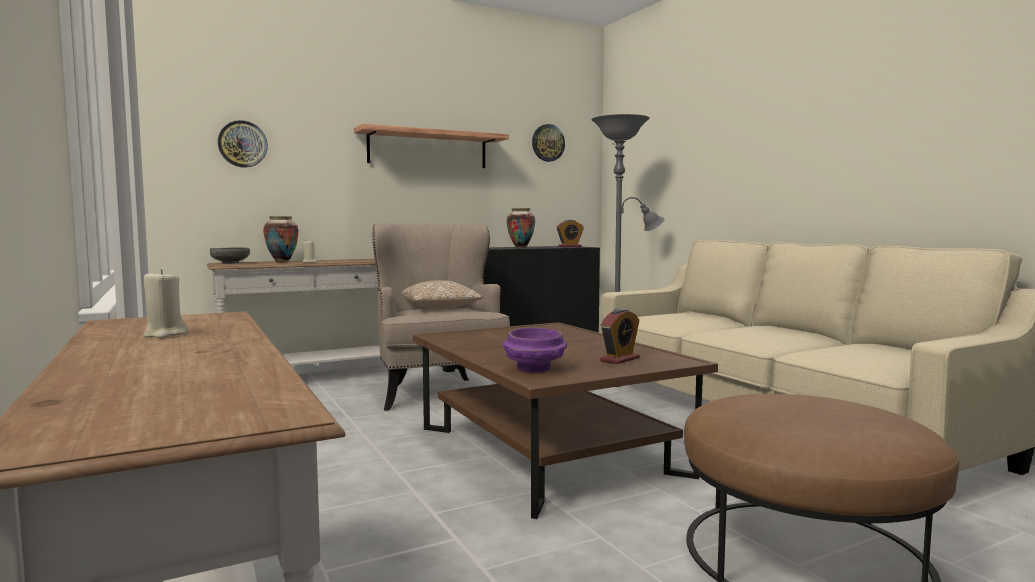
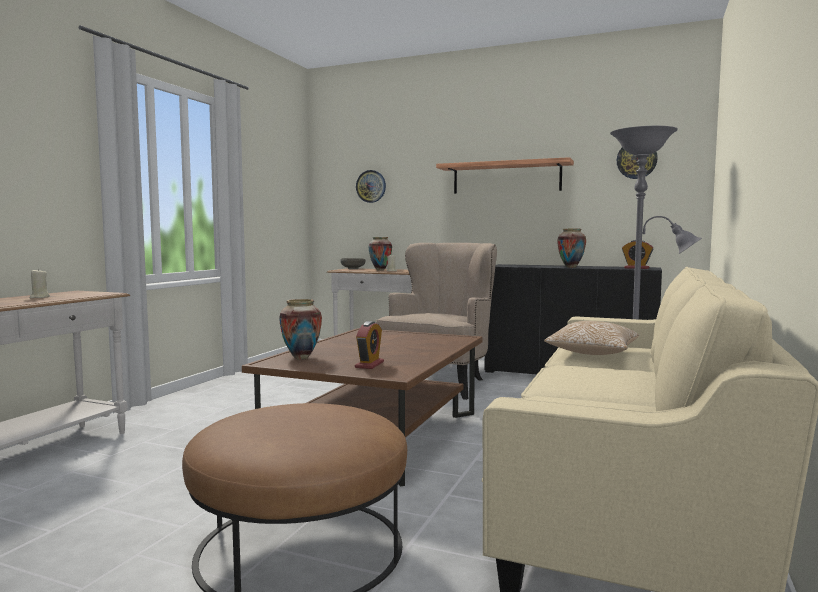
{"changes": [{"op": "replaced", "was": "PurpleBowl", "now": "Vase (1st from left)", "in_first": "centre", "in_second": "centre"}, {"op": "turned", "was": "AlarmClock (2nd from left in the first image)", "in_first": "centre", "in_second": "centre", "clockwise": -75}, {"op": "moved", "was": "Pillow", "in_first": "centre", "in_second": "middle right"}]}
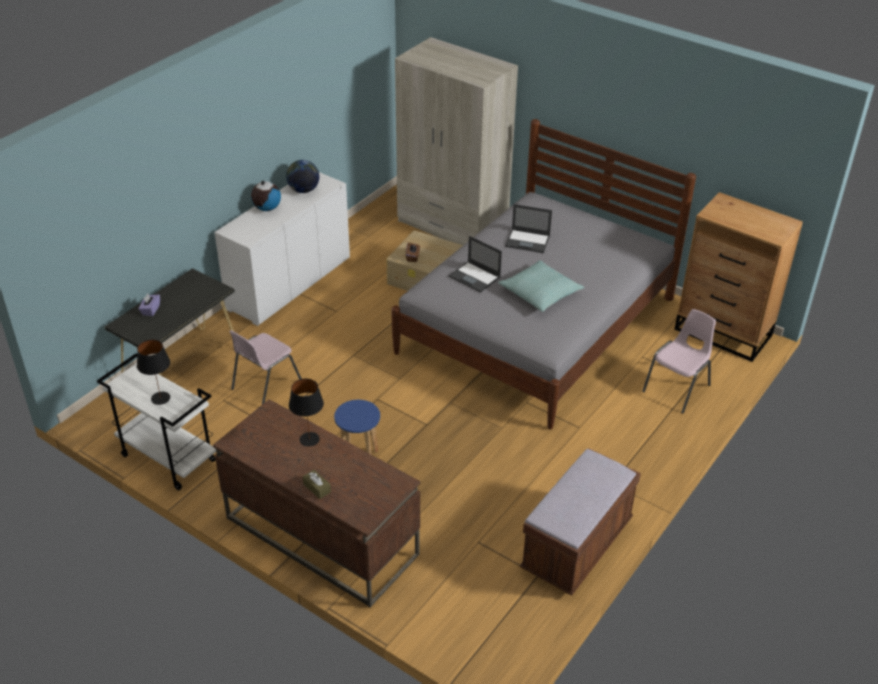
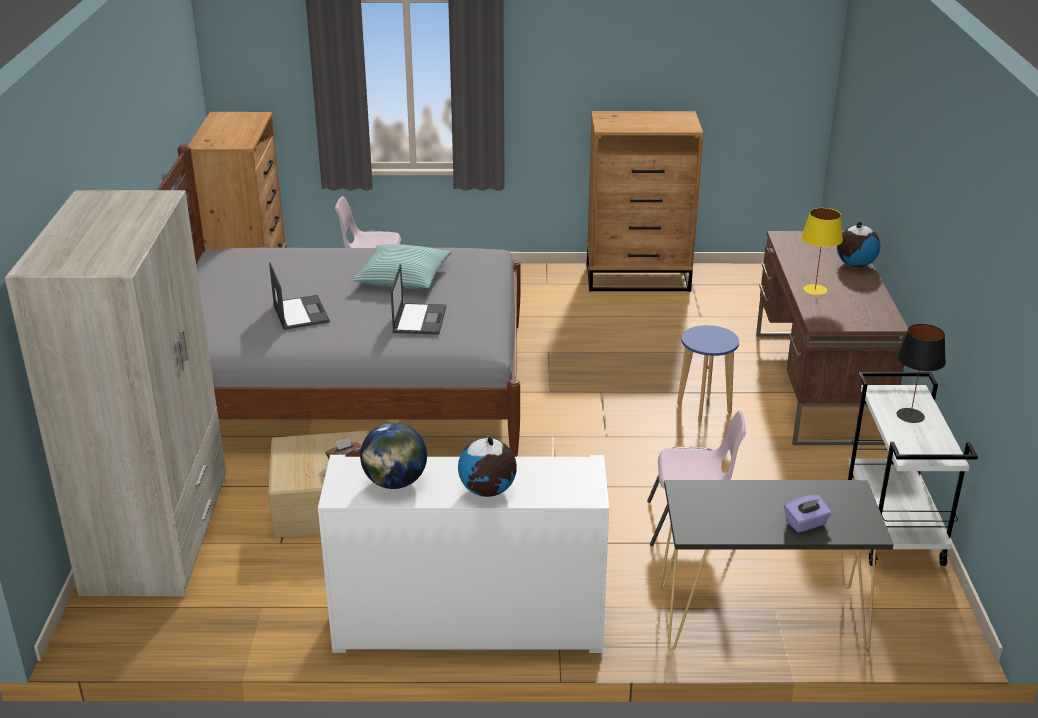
{"changes": [{"op": "replaced", "was": "BrownBench", "now": "BrownDresser (2nd from left)", "in_first": "bottom centre", "in_second": "top centre"}, {"op": "recoloured", "was": "BlackTableLamp (2nd from left)", "now": "YellowTableLamp", "in_first": "centre", "in_second": "middle right"}, {"op": "replaced", "was": "BrownTissueBox (1st from left)", "now": "Globe (3rd from left)", "in_first": "bottom centre", "in_second": "middle right"}]}
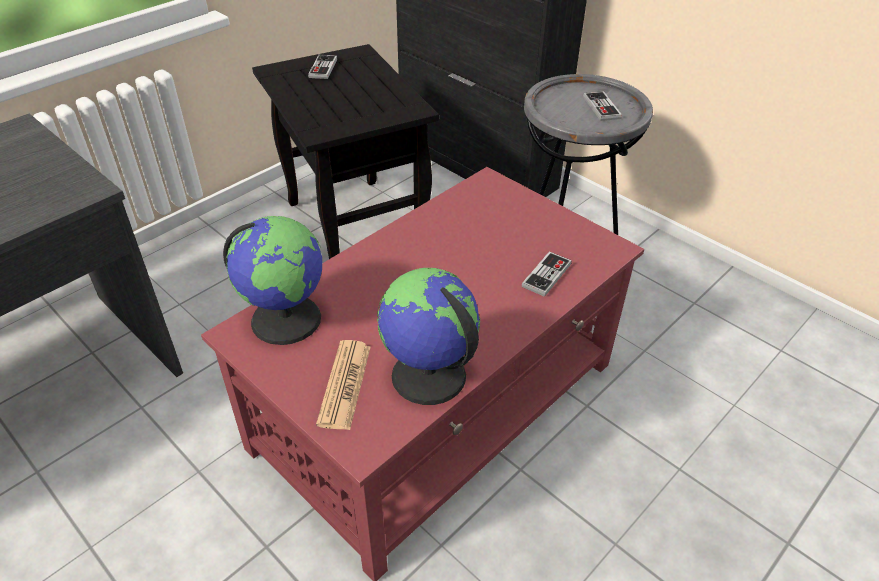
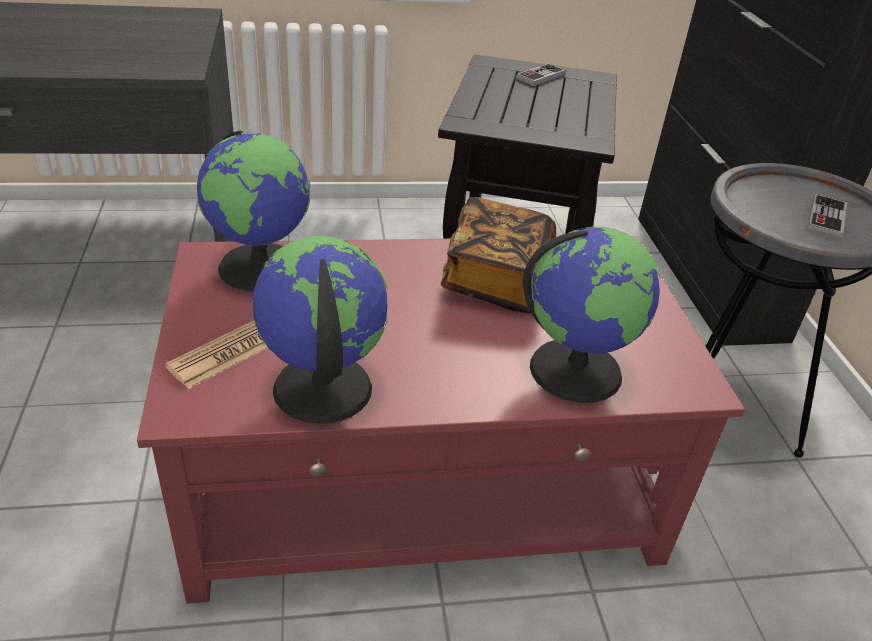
{"changes": [{"op": "added", "now": "Book", "in_second": "centre"}, {"op": "replaced", "was": "GameController (2nd from left)", "now": "Globe (3rd from left)", "in_first": "centre", "in_second": "middle right"}]}
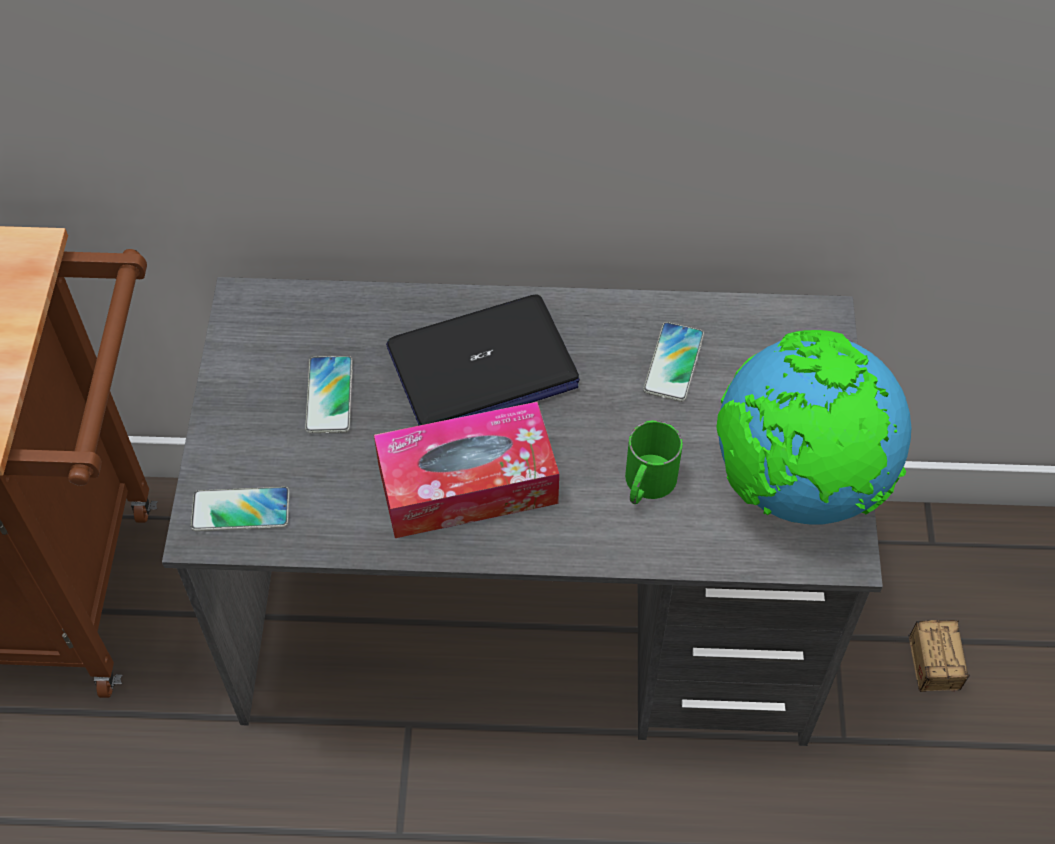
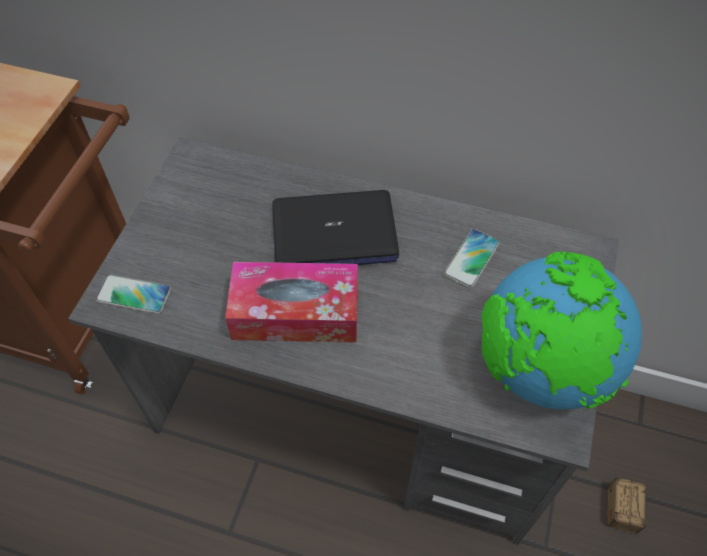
{"changes": [{"op": "removed", "was": "Phone (2nd from left)", "in_first": "middle left"}, {"op": "removed", "was": "GreenMug", "in_first": "centre"}]}
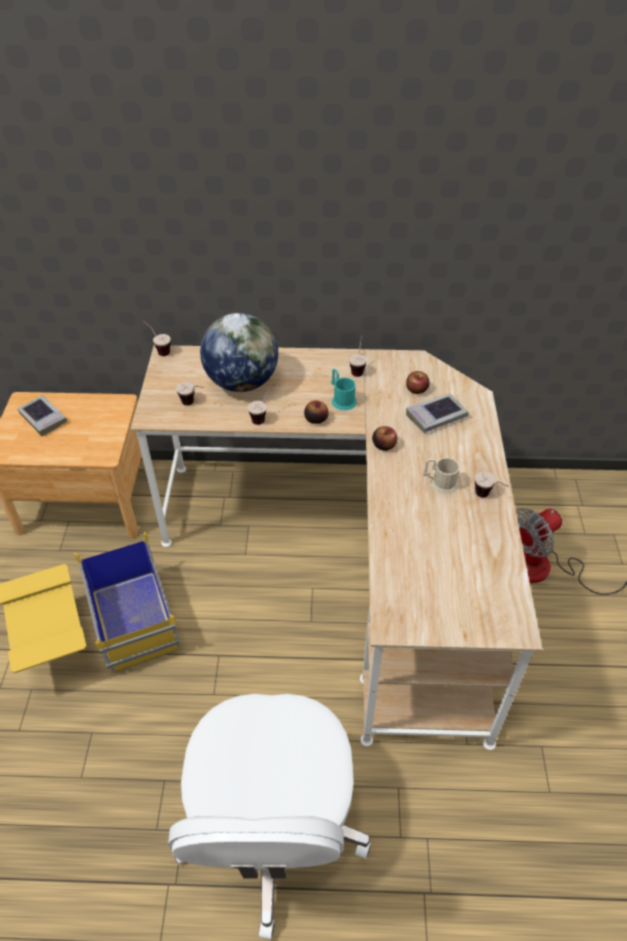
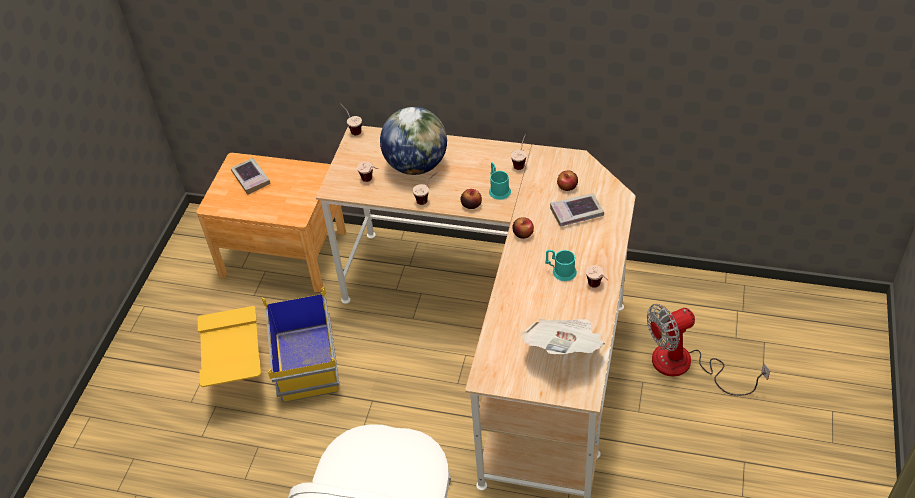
{"changes": [{"op": "added", "now": "Newspaper", "in_second": "bottom centre"}, {"op": "recoloured", "was": "BeigeMug", "now": "TurquoiseMug (2nd from left)", "in_first": "middle right", "in_second": "centre"}]}
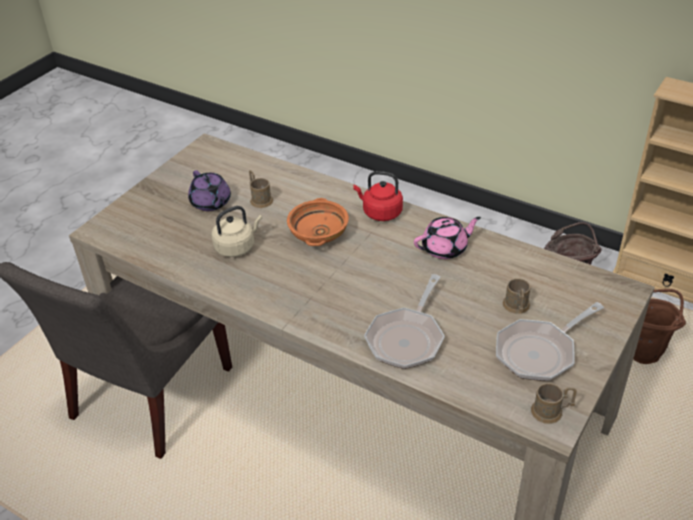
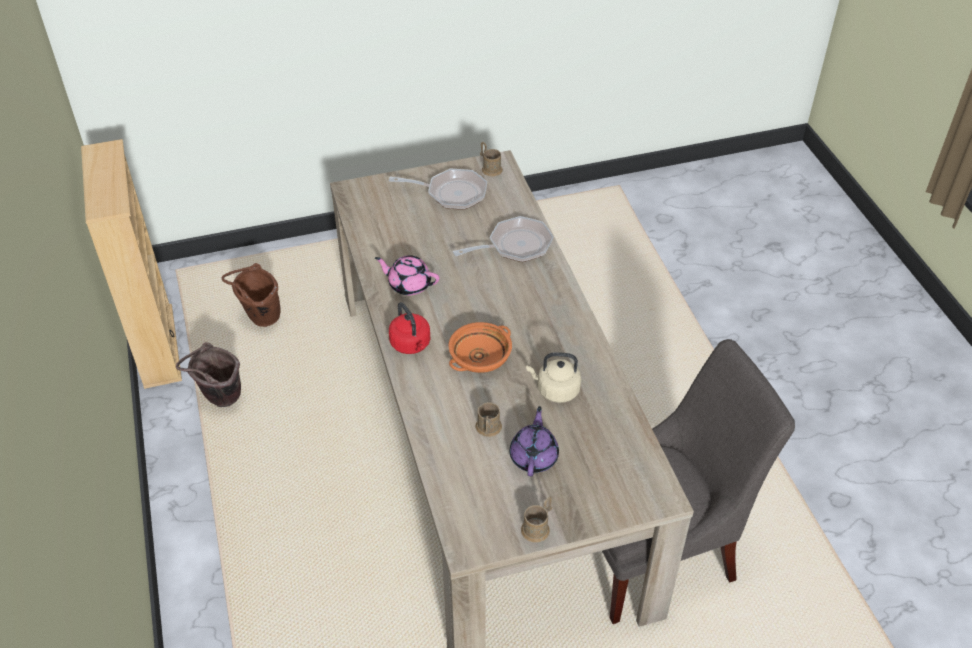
{"changes": [{"op": "moved", "was": "BrownMug (2nd from left in the first image)", "now": "BrownMug (3rd from left)", "in_first": "middle right", "in_second": "bottom centre"}]}
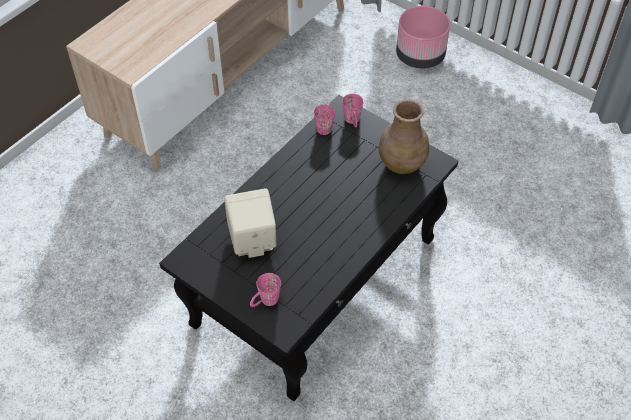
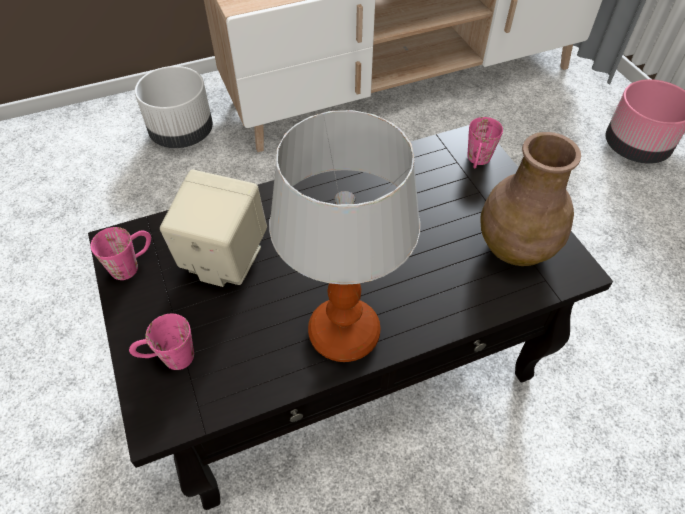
{"changes": [{"op": "moved", "was": "PinkMug (2nd from left in the first image)", "now": "PinkMug (1st from left)", "in_first": "top centre", "in_second": "middle left"}, {"op": "added", "now": "WhitePlanter", "in_second": "top left"}, {"op": "added", "now": "TableLamp", "in_second": "centre"}]}
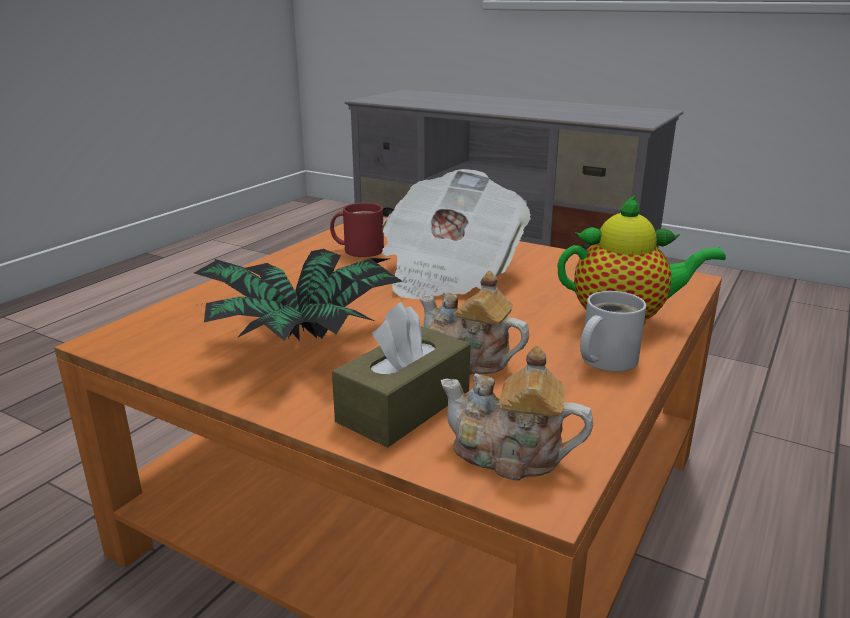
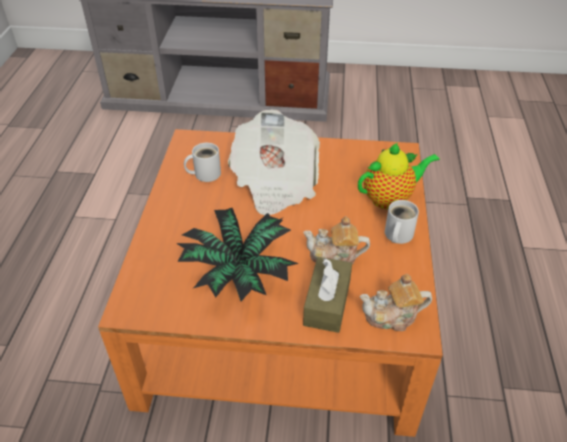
{"changes": [{"op": "recoloured", "was": "RedMug", "now": "WhiteMug (1st from left)", "in_first": "centre", "in_second": "centre"}]}
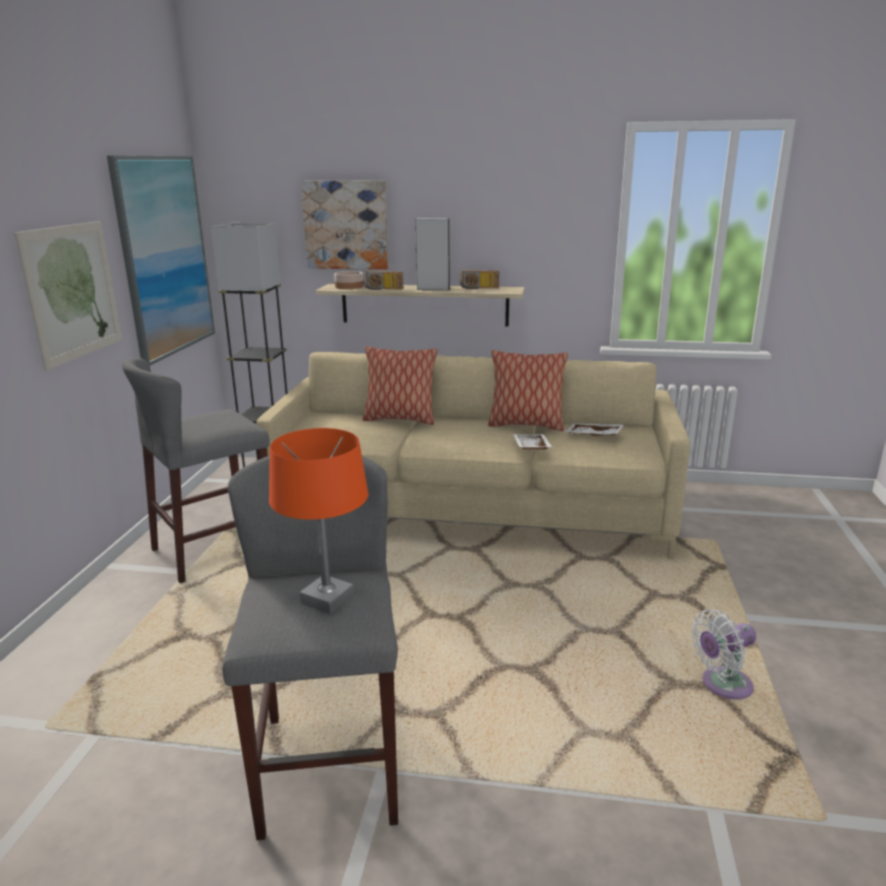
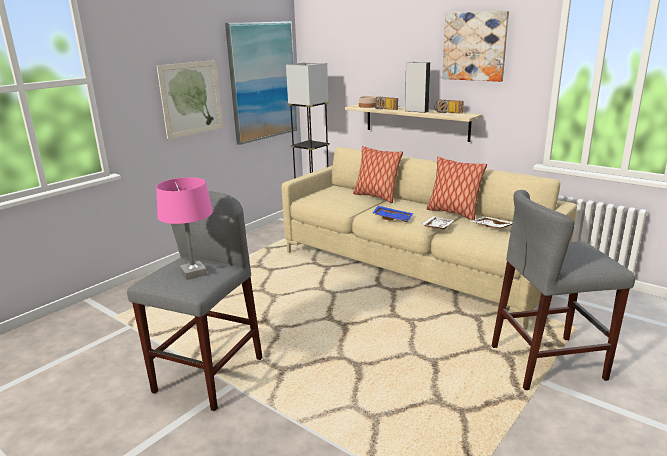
{"changes": [{"op": "recoloured", "was": "OrangeTableLamp", "now": "PinkTableLamp", "in_first": "centre", "in_second": "middle left"}, {"op": "added", "now": "BlueTray", "in_second": "centre"}, {"op": "moved", "was": "Picture (3rd from left)", "in_first": "top centre", "in_second": "top right"}, {"op": "moved", "was": "GreyStool (1st from left in the first image)", "now": "GreyStool (2nd from left)", "in_first": "middle left", "in_second": "middle right"}, {"op": "removed", "was": "WhiteFan", "in_first": "bottom right"}]}
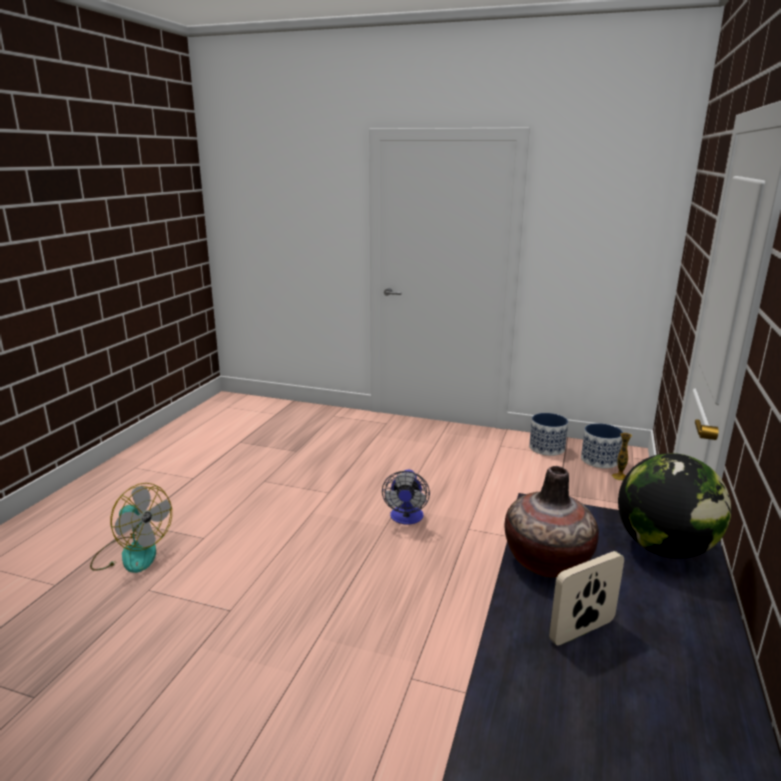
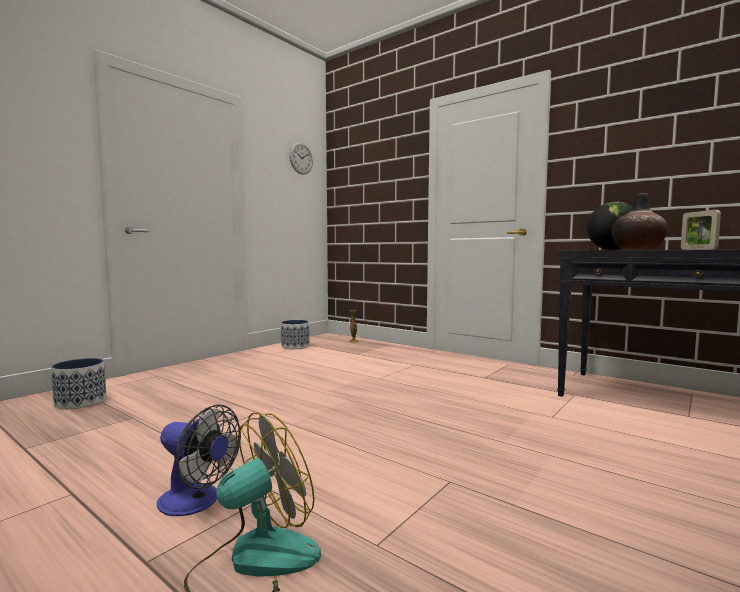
{"changes": [{"op": "moved", "was": "Planter (2nd from left in the first image)", "now": "Planter (1st from left)", "in_first": "middle right", "in_second": "middle left"}, {"op": "moved", "was": "Fan (2nd from left in the first image)", "now": "Fan (1st from left)", "in_first": "centre", "in_second": "bottom left"}, {"op": "added", "now": "WallClock", "in_second": "top centre"}]}
